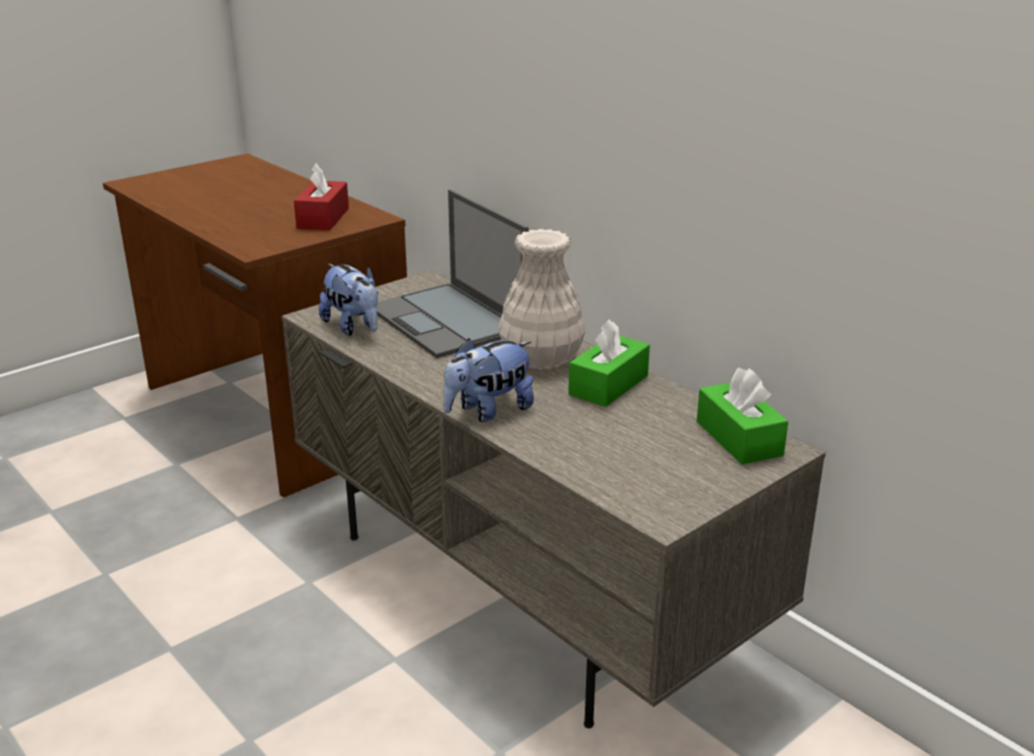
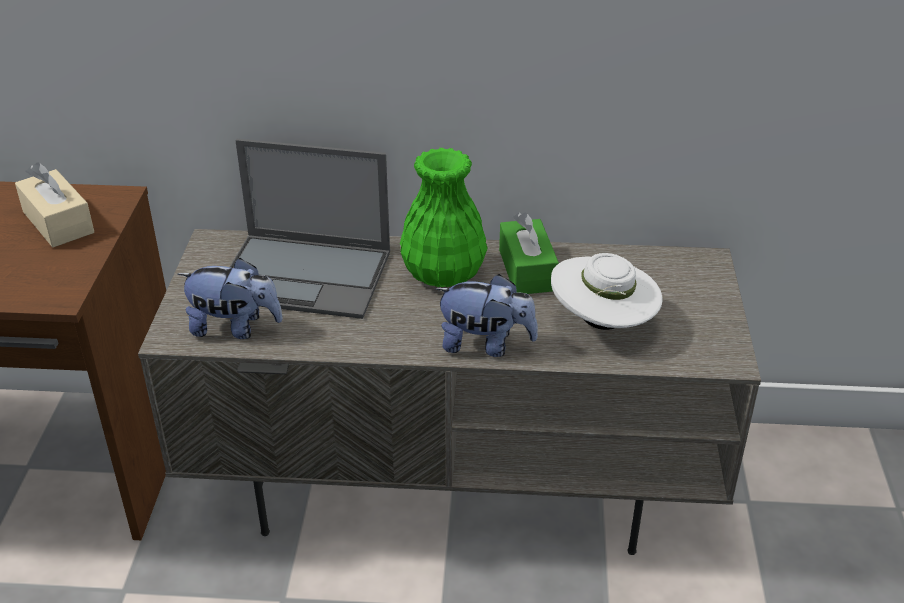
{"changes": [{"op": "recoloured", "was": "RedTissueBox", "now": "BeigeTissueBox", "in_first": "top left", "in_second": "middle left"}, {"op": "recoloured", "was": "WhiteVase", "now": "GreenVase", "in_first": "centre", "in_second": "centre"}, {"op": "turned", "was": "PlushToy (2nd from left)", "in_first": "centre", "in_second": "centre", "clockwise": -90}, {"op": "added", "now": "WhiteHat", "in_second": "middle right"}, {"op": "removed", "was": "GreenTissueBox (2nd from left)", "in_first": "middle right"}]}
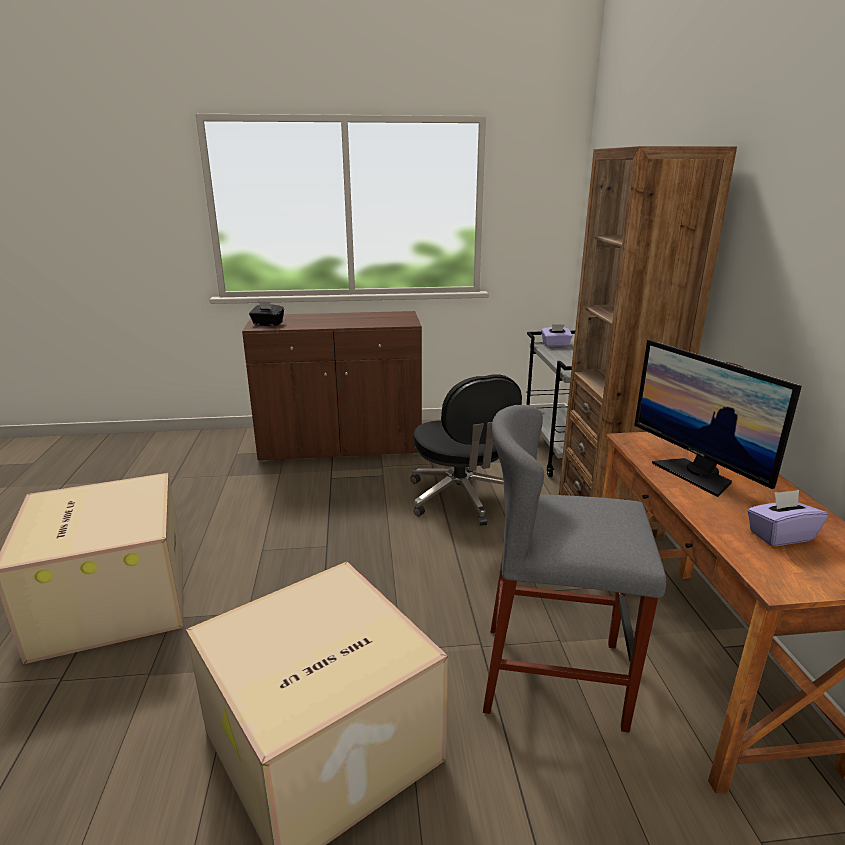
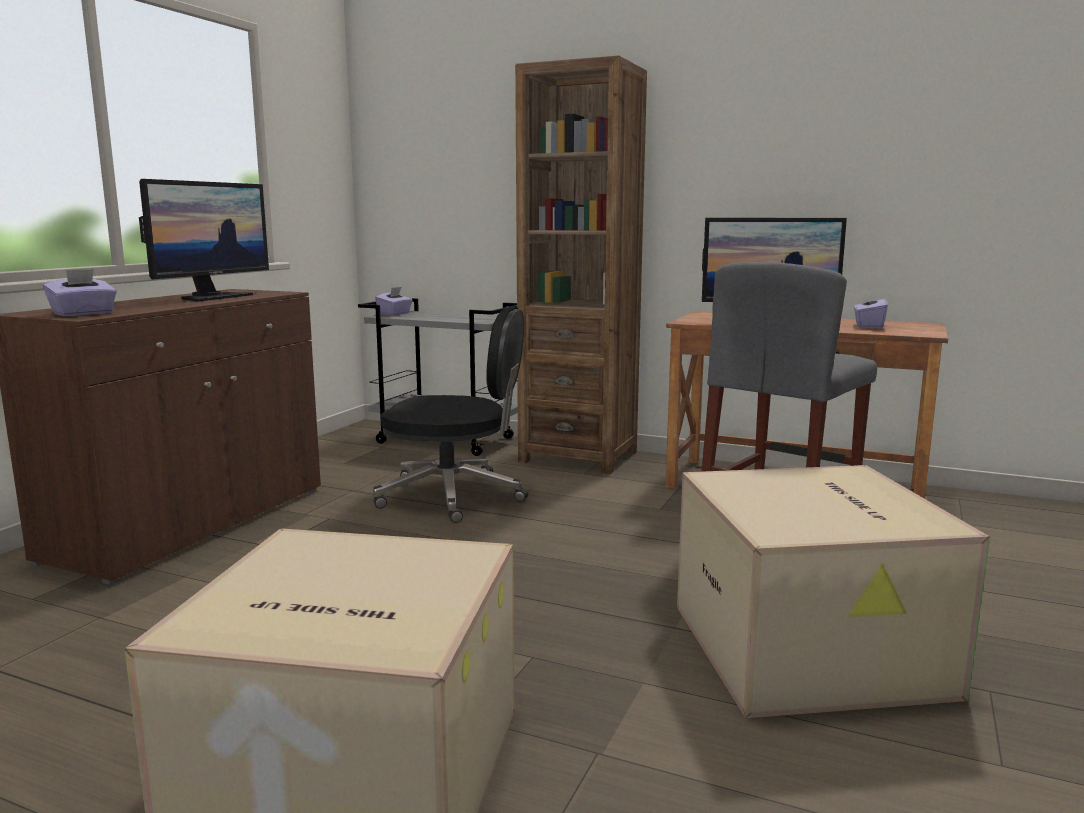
{"changes": [{"op": "recoloured", "was": "BlackTissueBox", "now": "PurpleTissueBox (1st from left)", "in_first": "middle left", "in_second": "middle left"}, {"op": "added", "now": "Monitor (1st from left)", "in_second": "top left"}]}
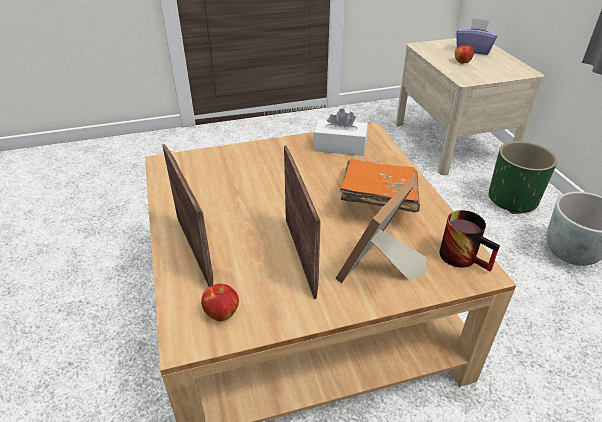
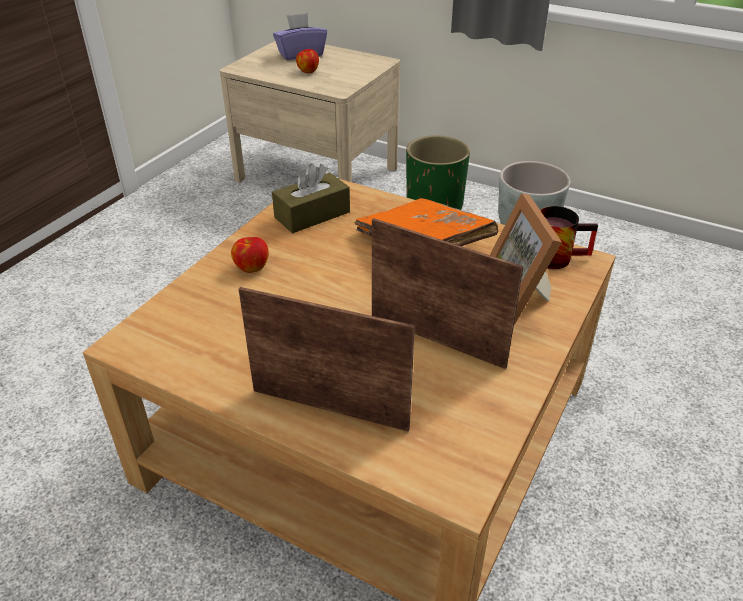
{"changes": [{"op": "moved", "was": "Apple (1st from left)", "in_first": "bottom centre", "in_second": "centre"}, {"op": "recoloured", "was": "WhiteTissueBox", "now": "BrownTissueBox", "in_first": "top centre", "in_second": "top centre"}]}
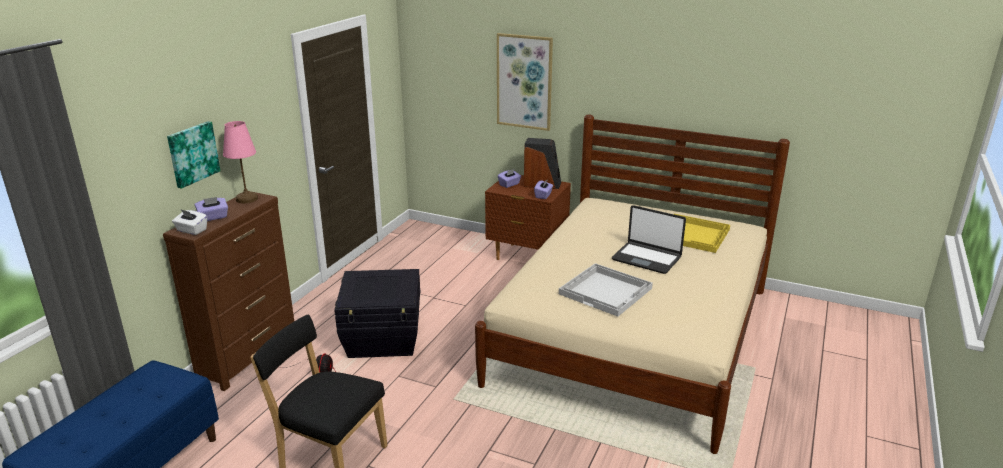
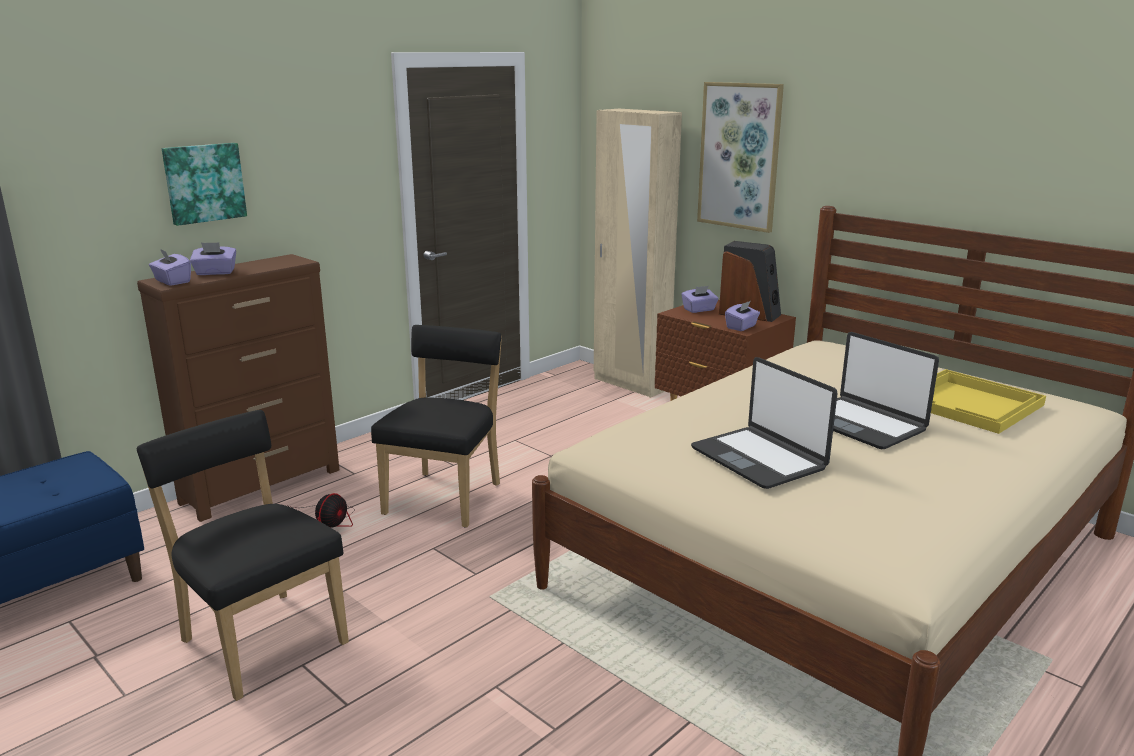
{"changes": [{"op": "recoloured", "was": "WhiteTissueBox", "now": "PurpleTissueBox (1st from left)", "in_first": "middle left", "in_second": "middle left"}, {"op": "replaced", "was": "BlackStorageBox", "now": "BlackChair (2nd from left)", "in_first": "bottom centre", "in_second": "centre"}, {"op": "added", "now": "BeigeWardrobe", "in_second": "centre"}, {"op": "replaced", "was": "WhiteTray", "now": "Laptop (1st from left)", "in_first": "centre", "in_second": "middle right"}, {"op": "removed", "was": "PinkTableLamp", "in_first": "middle left"}]}
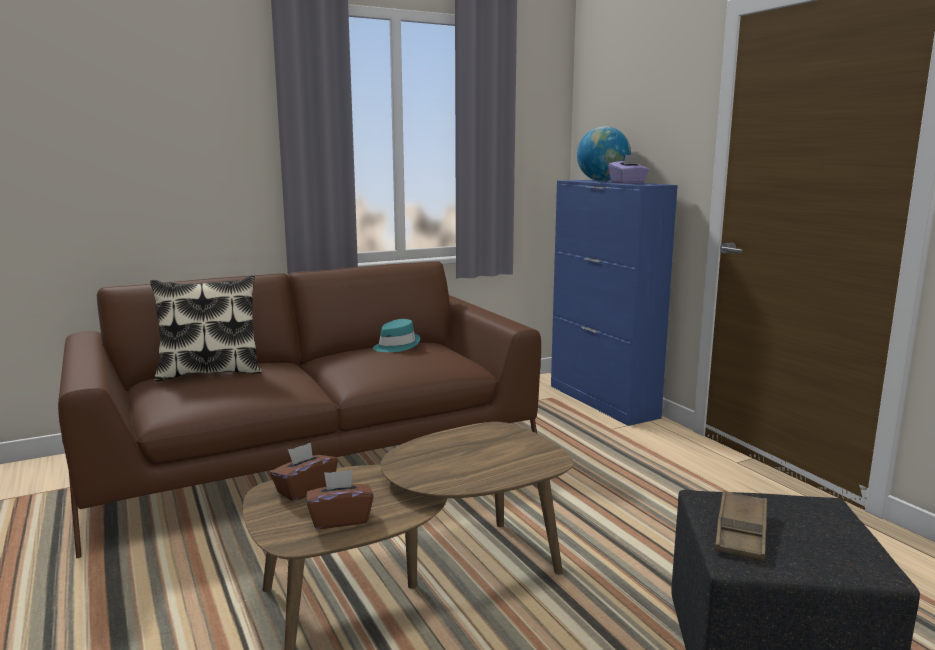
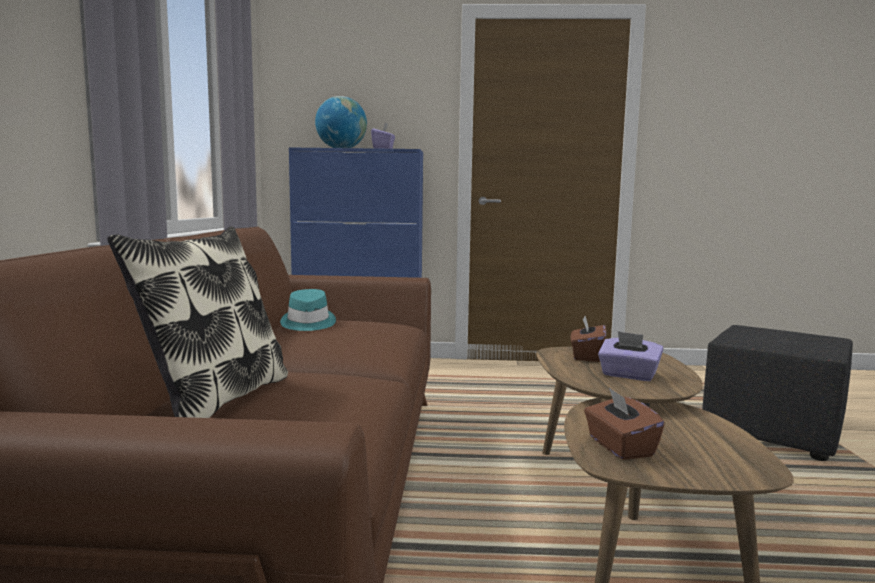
{"changes": [{"op": "moved", "was": "BrownTissueBox (2nd from left in the first image)", "now": "BrownTissueBox (1st from left)", "in_first": "bottom centre", "in_second": "middle right"}, {"op": "added", "now": "PurpleTissueBox (2nd from left)", "in_second": "middle right"}, {"op": "removed", "was": "BrownTray", "in_first": "bottom right"}]}
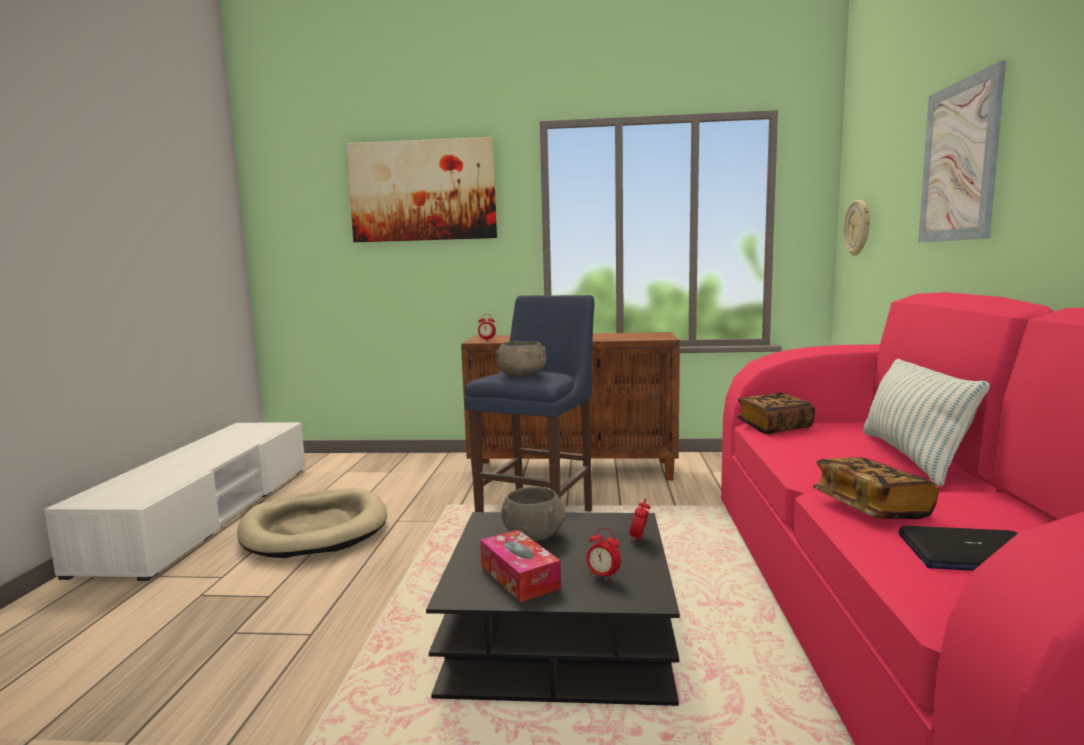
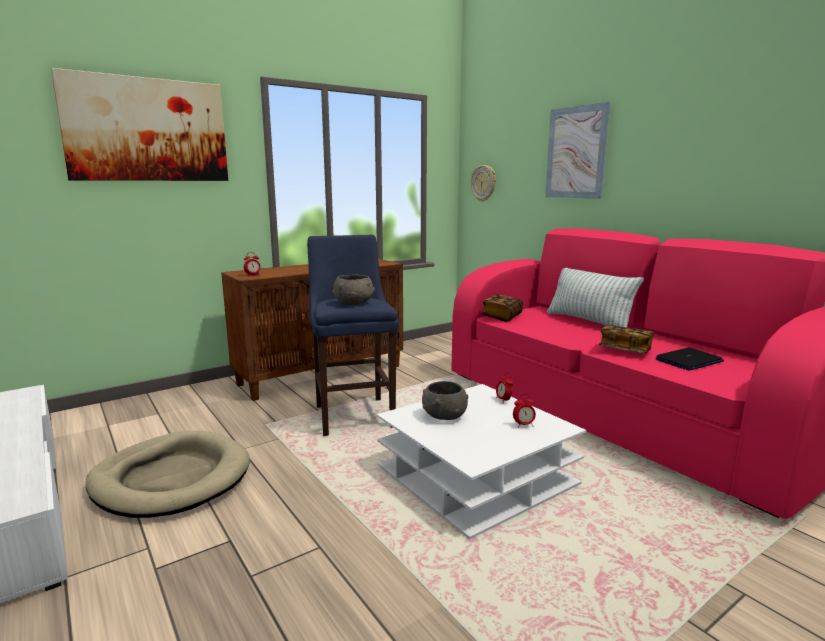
{"changes": [{"op": "recoloured", "was": "BlackCoffeeTable", "now": "WhiteCoffeeTable", "in_first": "bottom centre", "in_second": "bottom centre"}, {"op": "removed", "was": "TissueBox", "in_first": "bottom centre"}]}
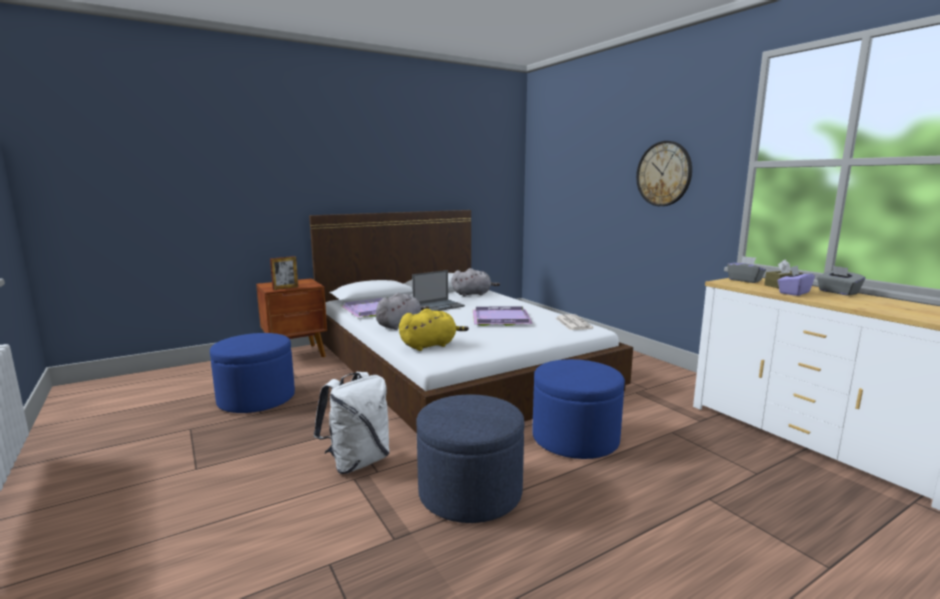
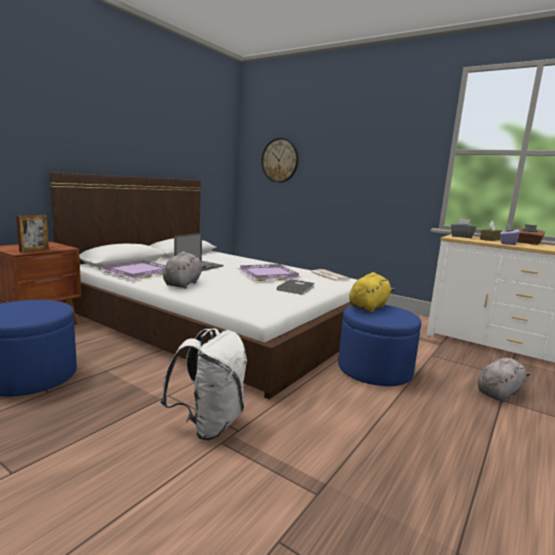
{"changes": [{"op": "moved", "was": "WallClock", "in_first": "top right", "in_second": "top centre"}, {"op": "added", "now": "GreyBook", "in_second": "centre"}, {"op": "moved", "was": "YellowPlushToy", "in_first": "centre", "in_second": "middle right"}, {"op": "moved", "was": "GreyPlushToy (2nd from left)", "in_first": "centre", "in_second": "bottom right"}, {"op": "recoloured", "was": "GreyTissueBox (2nd from left)", "now": "BrownTissueBox (2nd from left)", "in_first": "middle right", "in_second": "middle right"}, {"op": "removed", "was": "BlueOttoman (2nd from left)", "in_first": "bottom centre"}]}
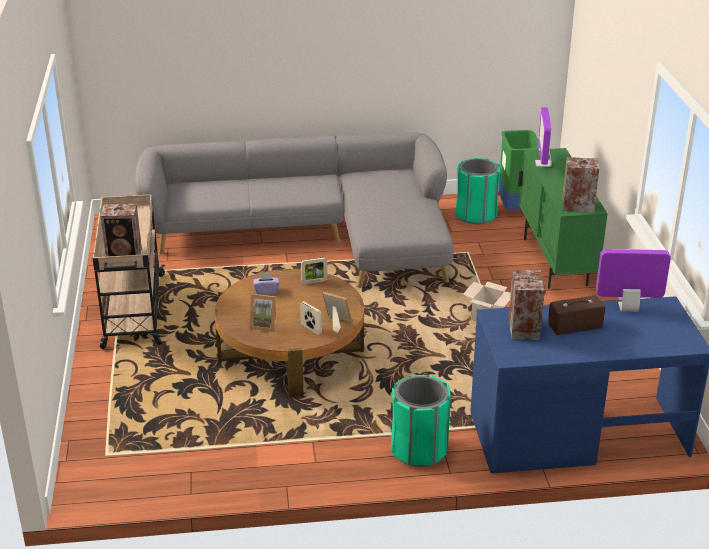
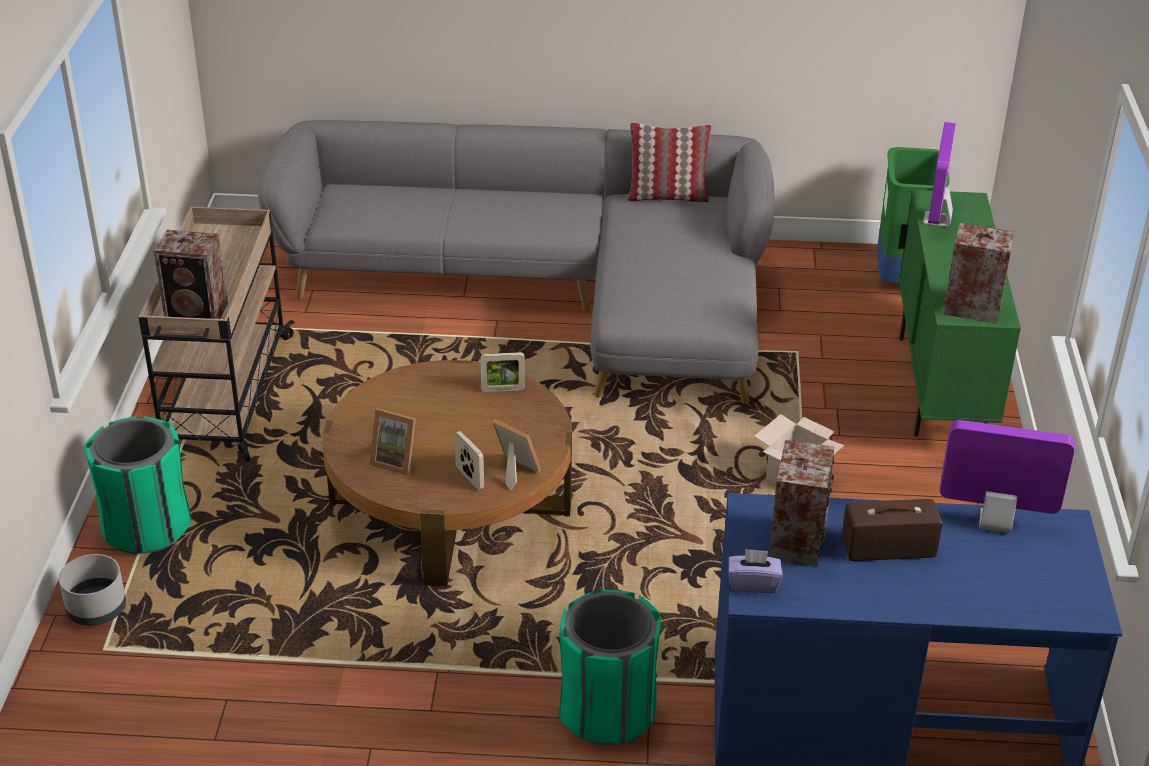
{"changes": [{"op": "added", "now": "GreyPlanter", "in_second": "bottom left"}, {"op": "moved", "was": "GreenTrashCan (2nd from left in the first image)", "now": "GreenTrashCan (1st from left)", "in_first": "middle right", "in_second": "middle left"}, {"op": "added", "now": "Pillow", "in_second": "top centre"}, {"op": "moved", "was": "PurpleTissueBox", "in_first": "centre", "in_second": "bottom centre"}]}
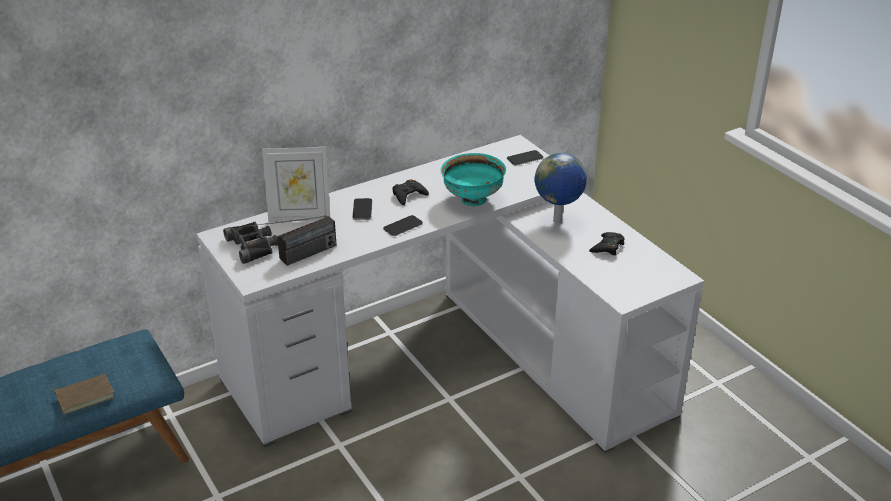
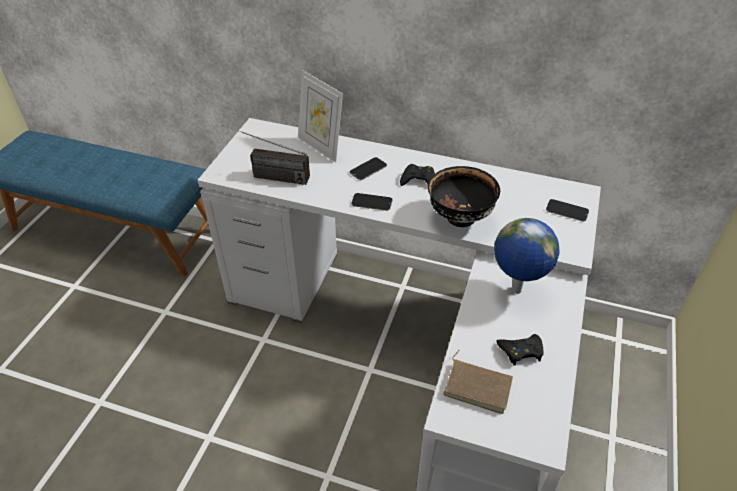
{"changes": [{"op": "recoloured", "was": "TurquoiseBowl", "now": "BlackBowl", "in_first": "centre", "in_second": "centre"}, {"op": "moved", "was": "BrownBook", "in_first": "bottom left", "in_second": "bottom centre"}, {"op": "removed", "was": "BlackBinoculars", "in_first": "middle left"}]}
